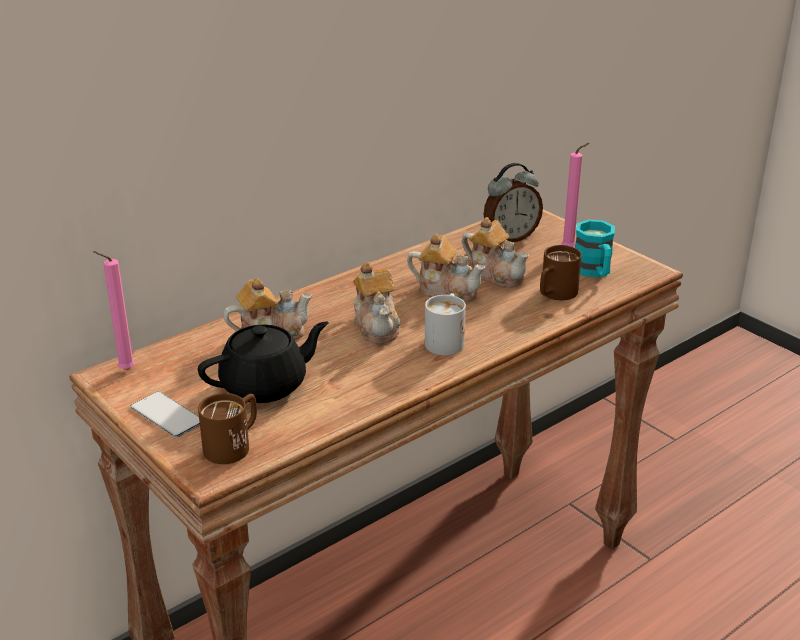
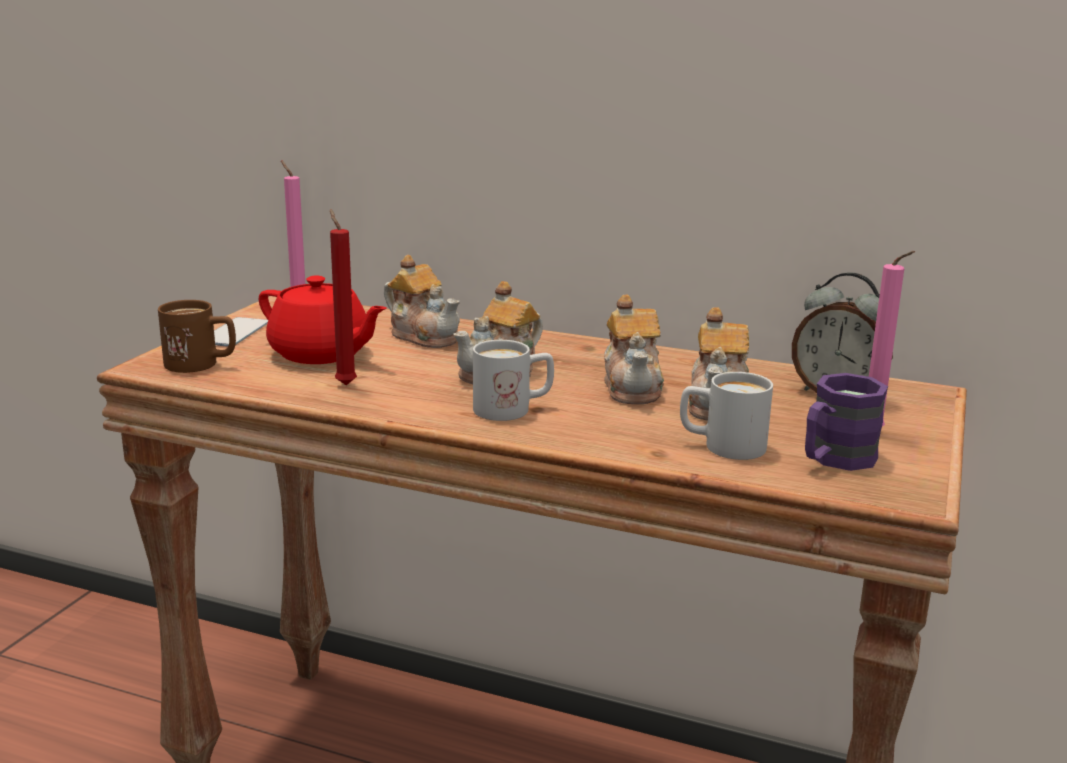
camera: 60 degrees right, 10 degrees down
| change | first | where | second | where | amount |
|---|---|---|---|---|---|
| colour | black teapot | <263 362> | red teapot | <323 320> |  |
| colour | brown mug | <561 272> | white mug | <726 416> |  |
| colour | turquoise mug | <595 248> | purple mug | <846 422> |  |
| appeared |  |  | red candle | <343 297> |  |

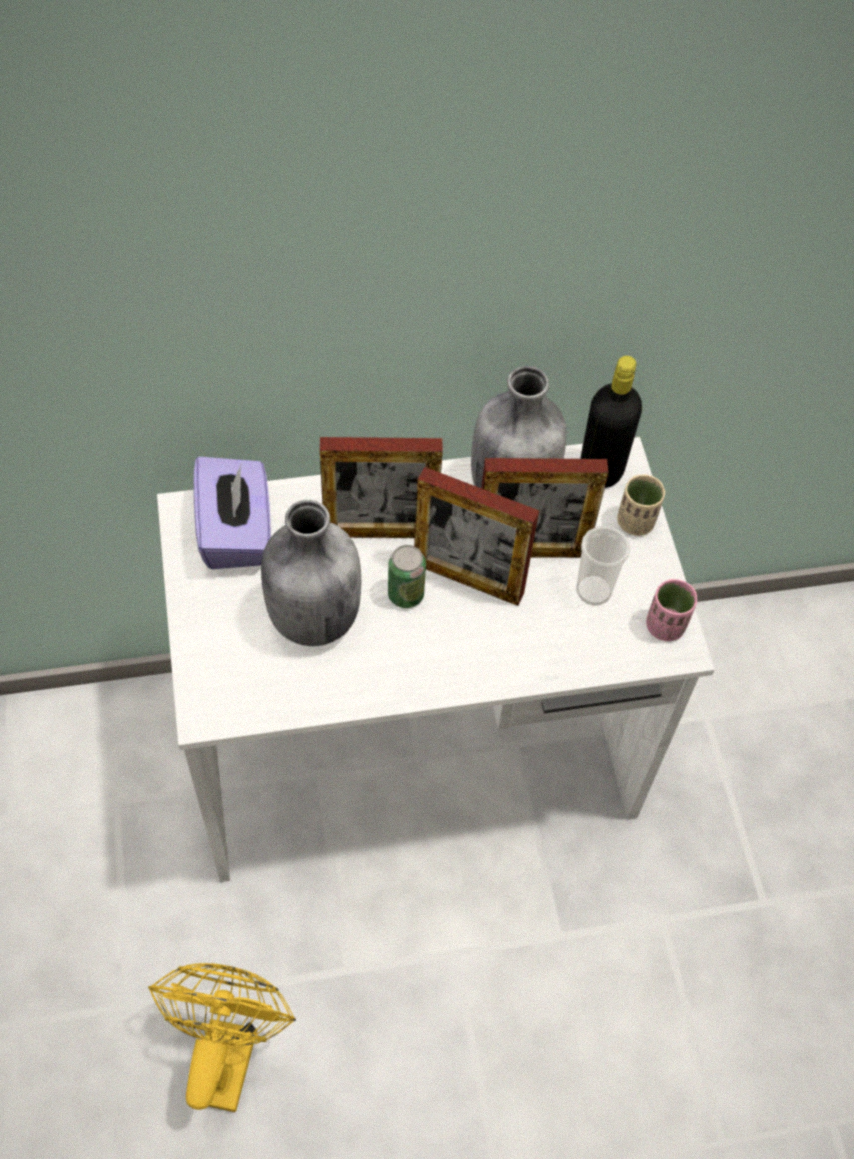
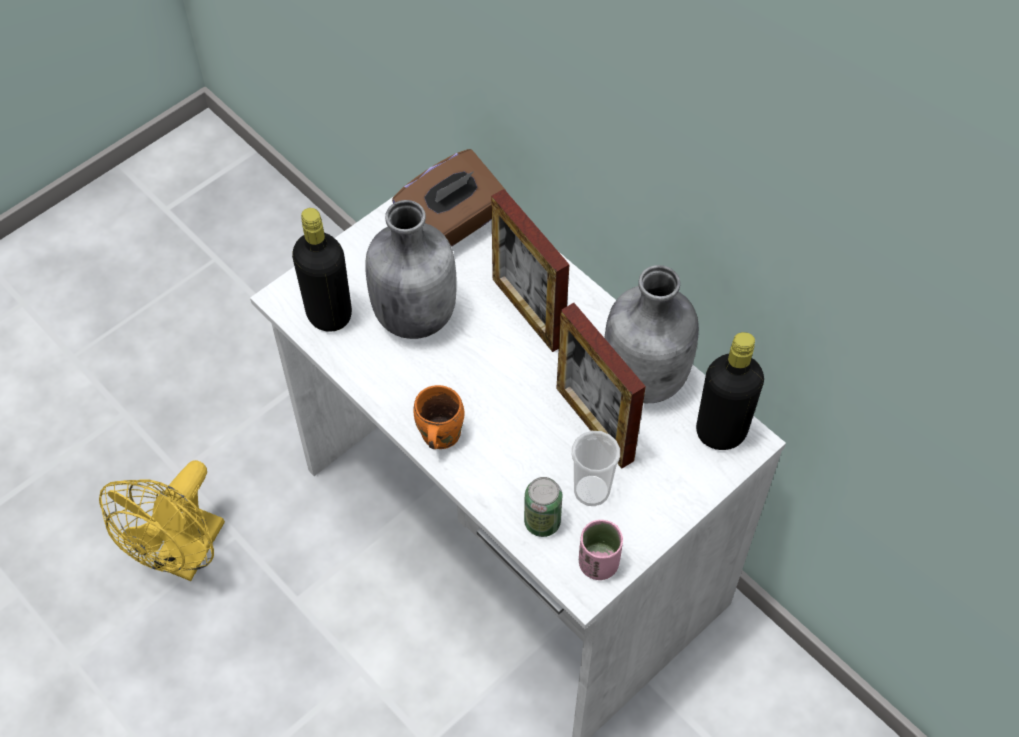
camera: 60 degrees right, 0 degrees up
| change | first | where | second | where | amount |
|---|---|---|---|---|---|
| spun | yellow fan | <222 1037> |  | <162 520> | 135 degrees clockwise |
| colour | purple tissue box | <232 513> | brown tissue box | <449 198> |  |
| relocated | can | <407 576> |  | <543 507> |  |
| missing | picture frame | <476 536> |  |  |  |
| missing | beige cup | <641 505> |  |  |  |
| appeared |  |  | black bottle | <322 270> |  |
| appeared |  |  | orange mug | <438 417> |  |

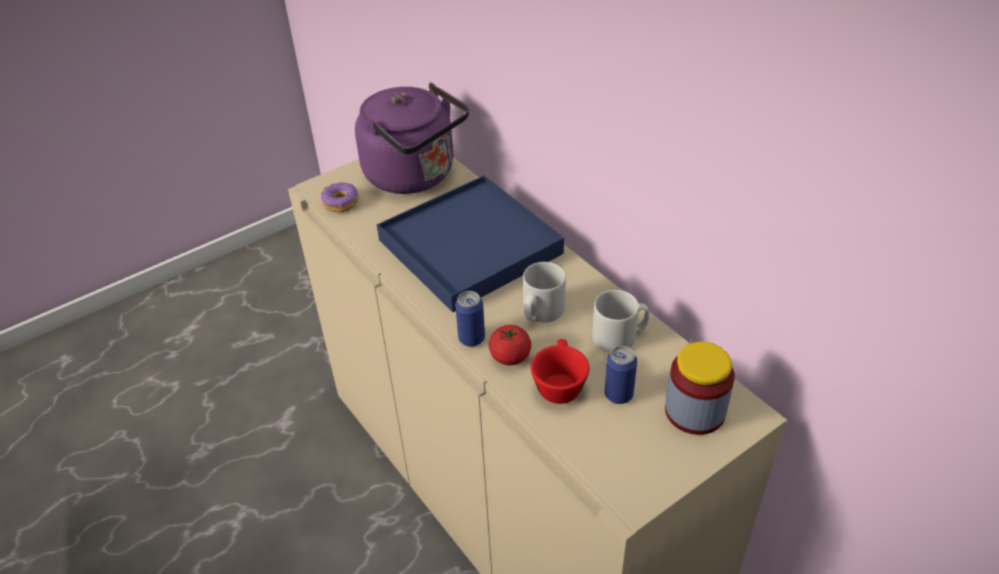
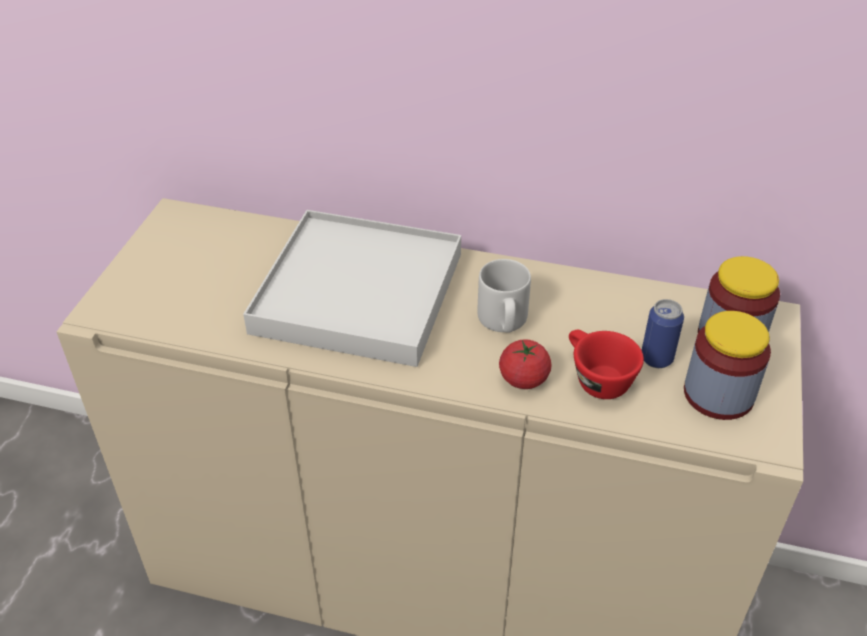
camera: 40 degrees left, 0 degrees up
| change | first | where | second | where | amount |
|---|---|---|---|---|---|
| missing | donut | <340 197> |  |  |  |
| missing | purple kettle | <412 138> |  |  |  |
| colour | blue tray | <470 243> | white tray | <352 288> |  |
| missing | can | <470 319> |  |  |  |
| missing | grey mug | <620 321> |  |  |  |
| appeared |  |  | jar | <727 365> |  |

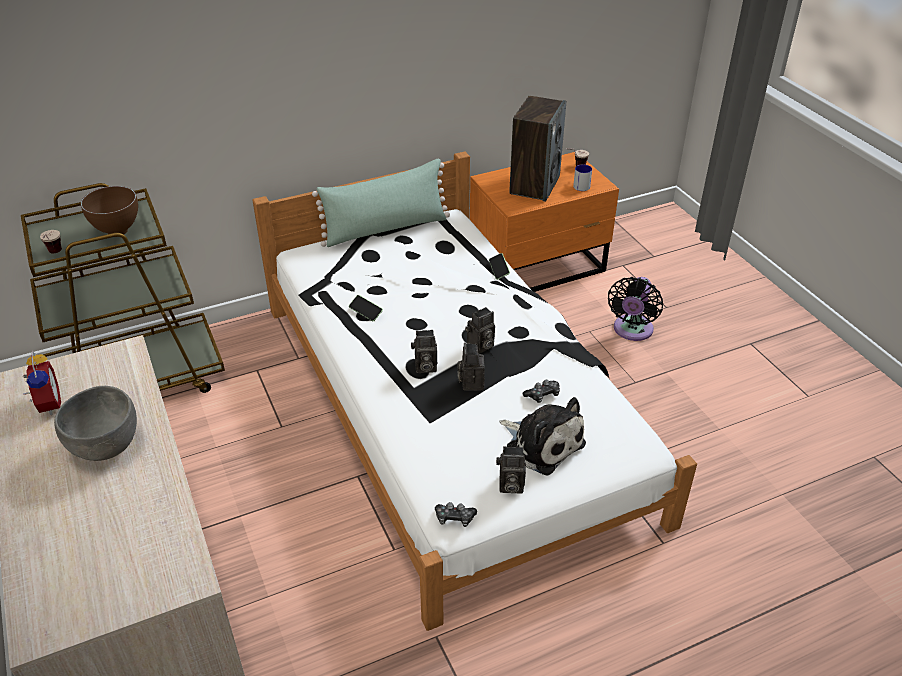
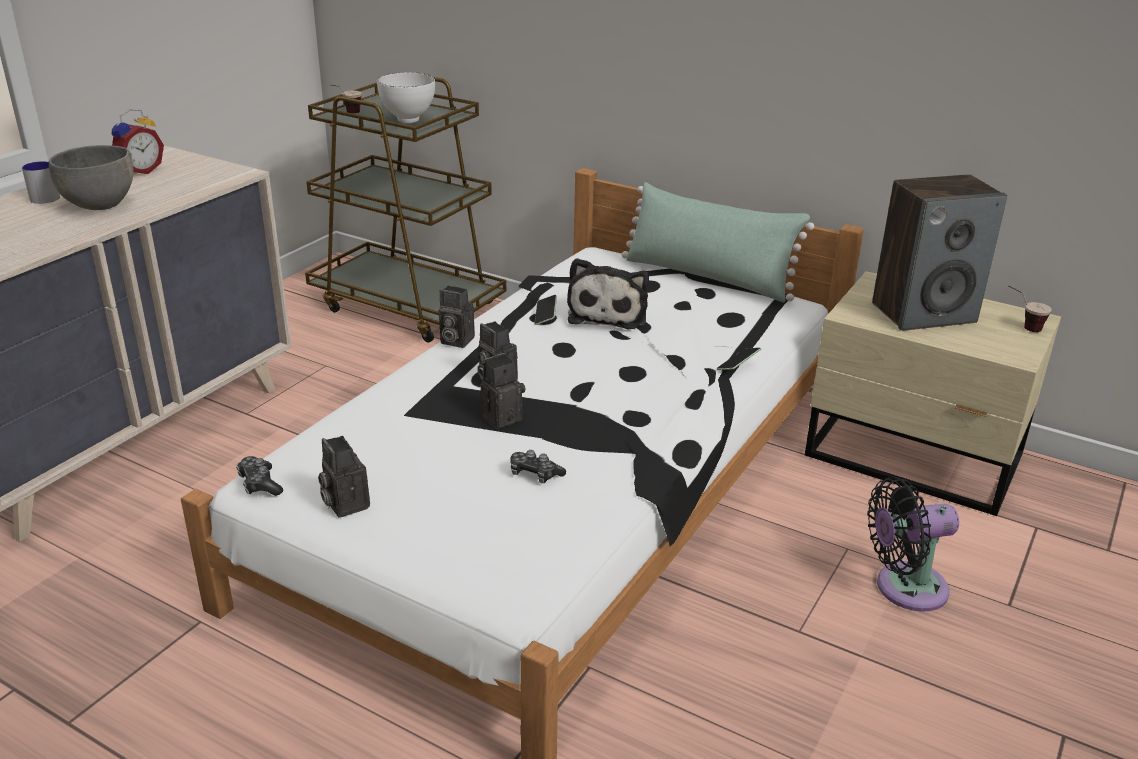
camera: 55 degrees right, 10 degrees down
| change | first | where | second | where | amount |
|---|---|---|---|---|---|
| colour | brown bowl | <109 210> | white bowl | <406 97> |  |
| relocated | photo camera | <480 330> |  | <457 317> |  |
| colour | orange nightstand | <544 222> | beige nightstand | <933 393> |  |
| relocated | plush toy | <542 436> |  | <608 293> |  |
| relocated | mug | <582 177> |  | <41 182> |  |

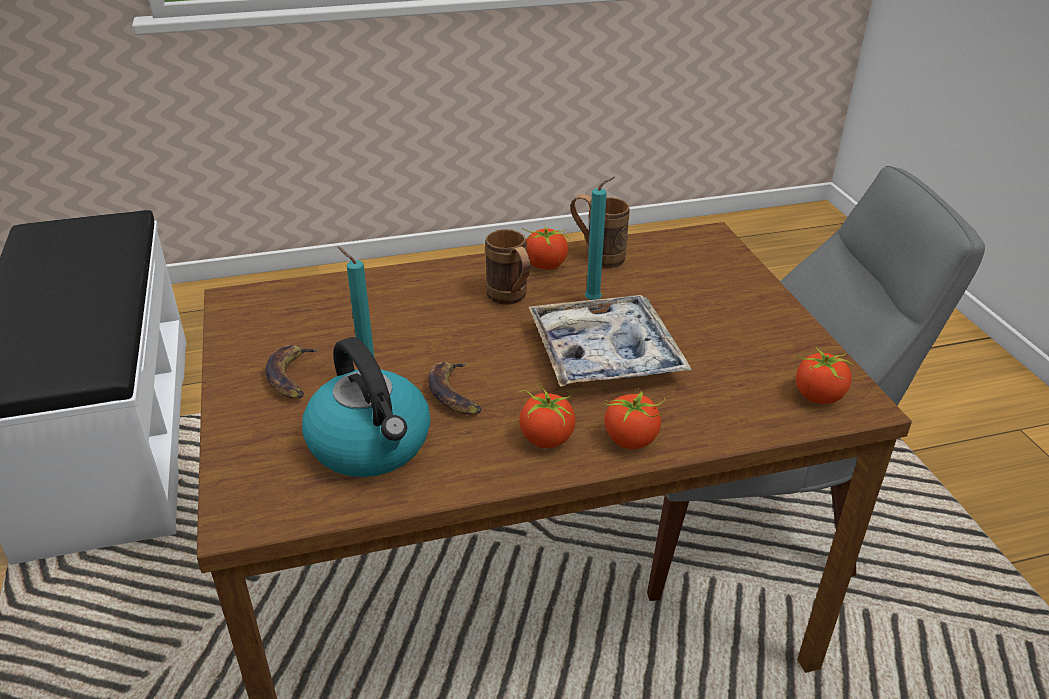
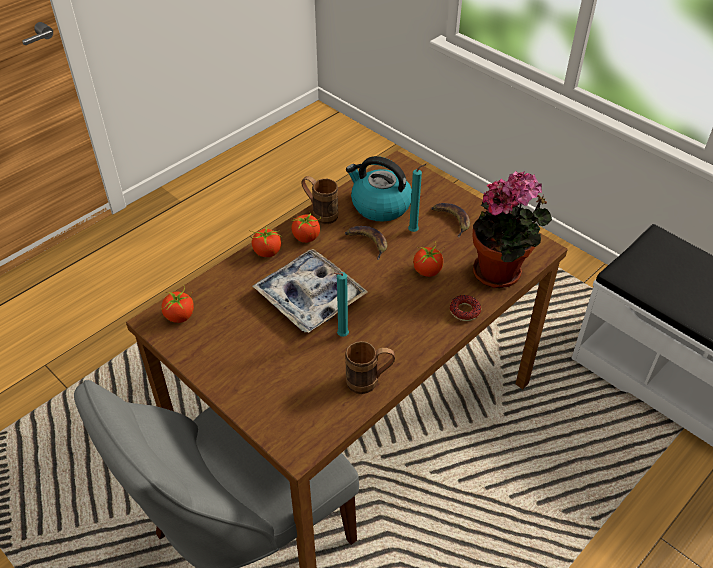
camera: 150 degrees right, 10 degrees up
| change | first | where | second | where | amount |
|---|---|---|---|---|---|
| relocated | brown mug | <507 267> |  | <319 200> |  |
| relocated | tomato | <545 248> |  | <429 259> |  |
| appeared |  |  | donut | <465 308> |  |
| appeared |  |  | potted plant | <512 229> |  |

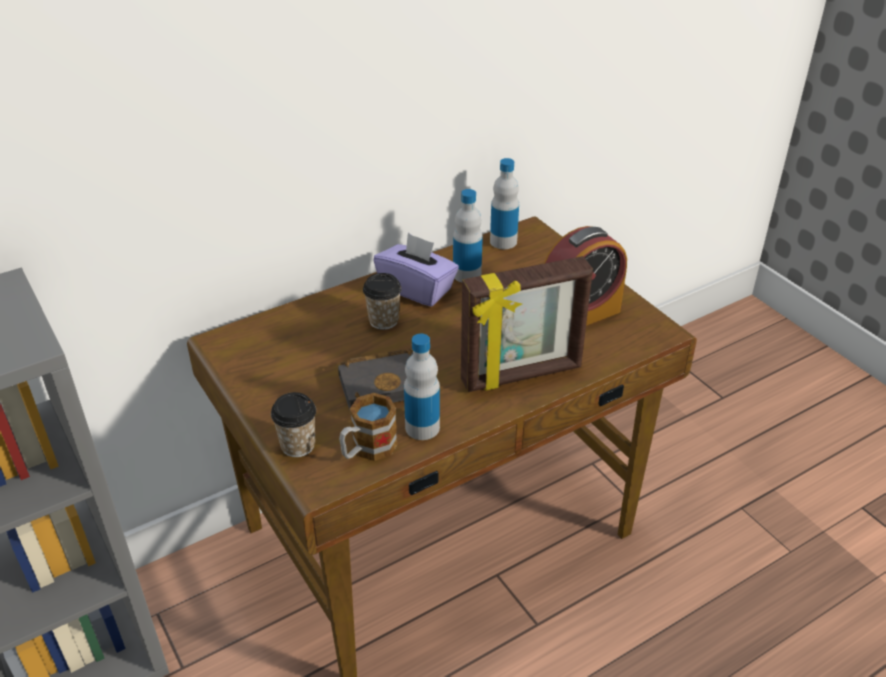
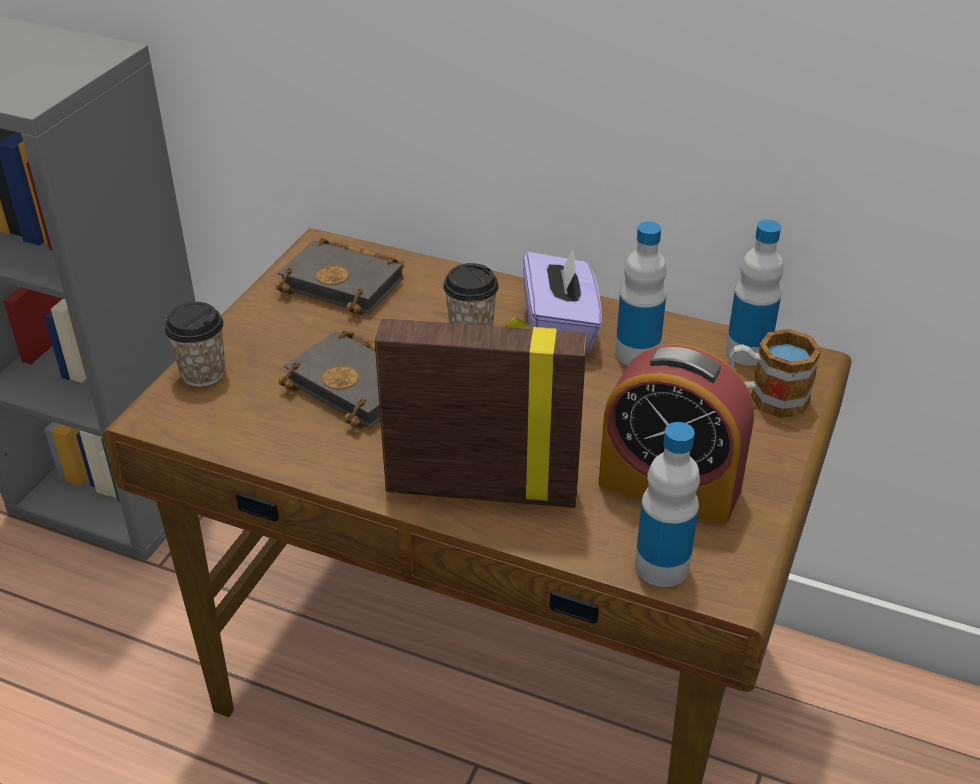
camera: 55 degrees right, 0 degrees up
| change | first | where | second | where | amount |
|---|---|---|---|---|---|
| relocated | mug | <368 427> |  | <775 373> |  |
| relocated | bottle | <422 387> |  | <667 504> |  |
| spun | picture frame | <527 324> |  | <481 412> | 150 degrees clockwise |
| appeared |  |  | black book | <340 277> |  |

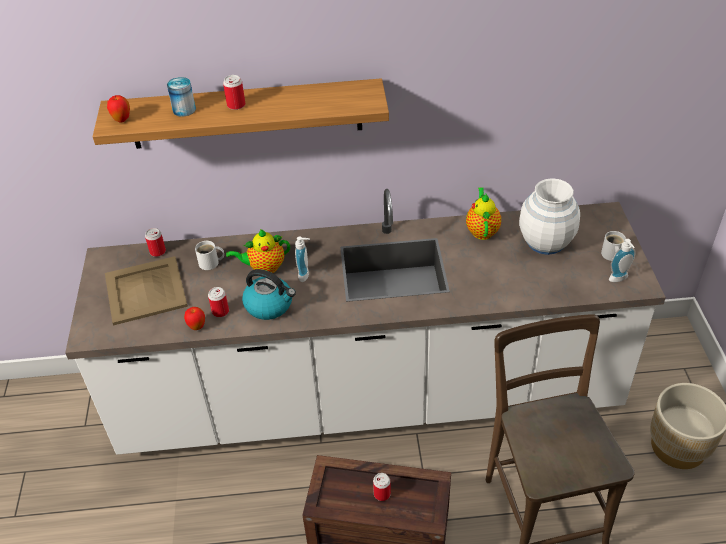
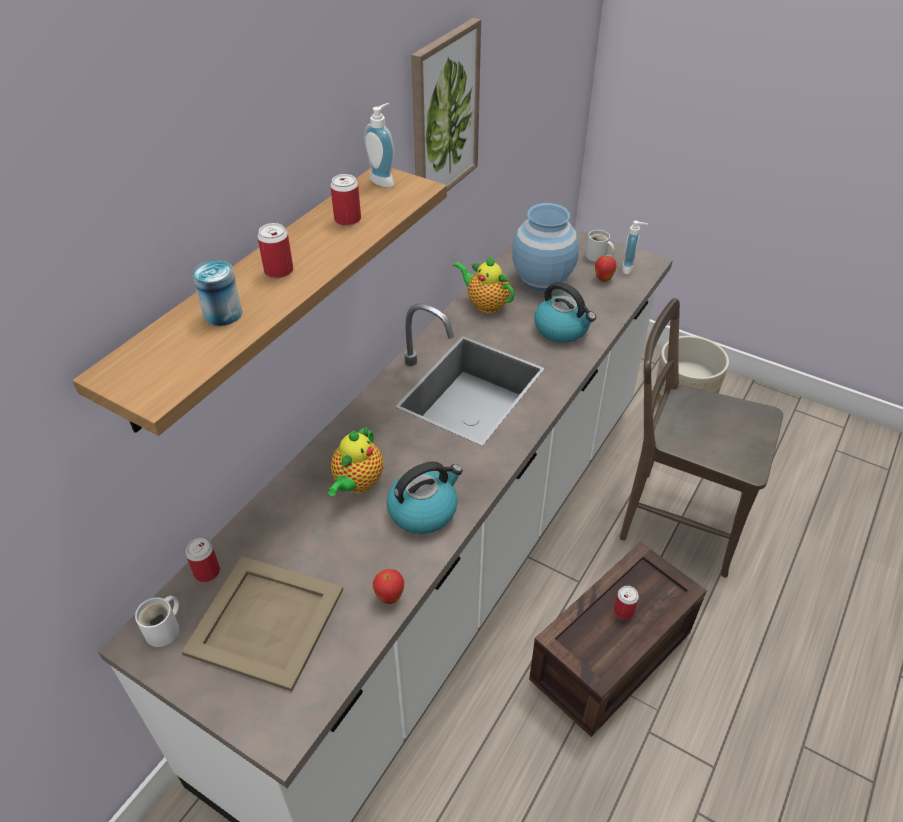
camera: 55 degrees left, 0 degrees up
| change | first | where | second | where | amount |
|---|---|---|---|---|---|
| relocated | apple | <118 109> |  | <606 269> |  |
| relocated | white mug | <209 255> |  | <157 621> |  |
| relocated | can | <218 302> |  | <345 200> |  |
| relocated | soap dispenser | <302 259> |  | <379 145> |  |
| colour | white vase | <549 216> | blue vase | <545 247> |  |
| appeared |  |  | picture | <446 105> |  |
| appeared |  |  | kettle | <565 312> |  |

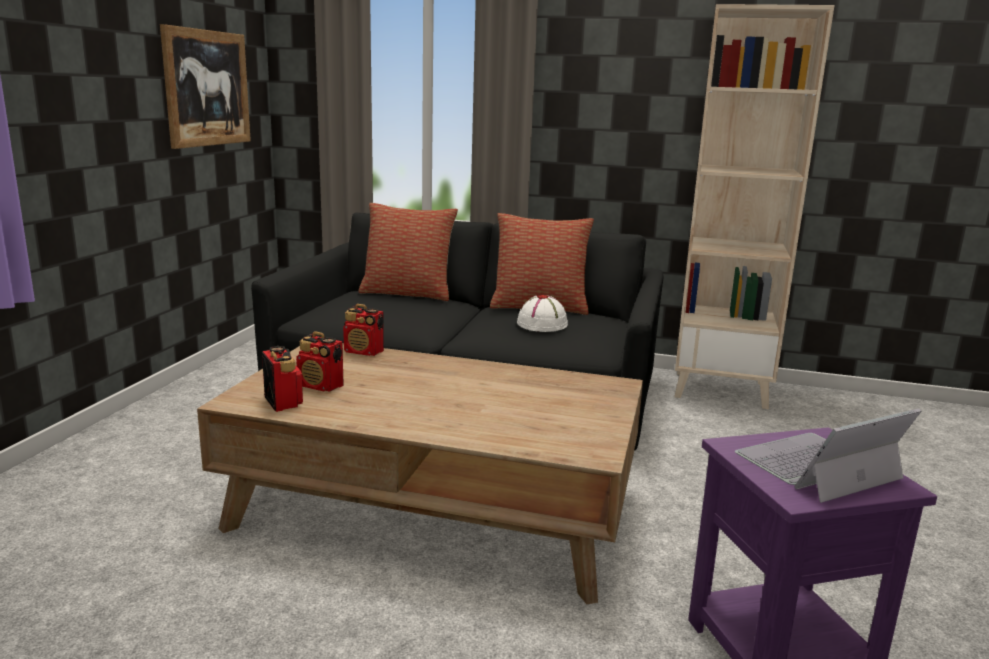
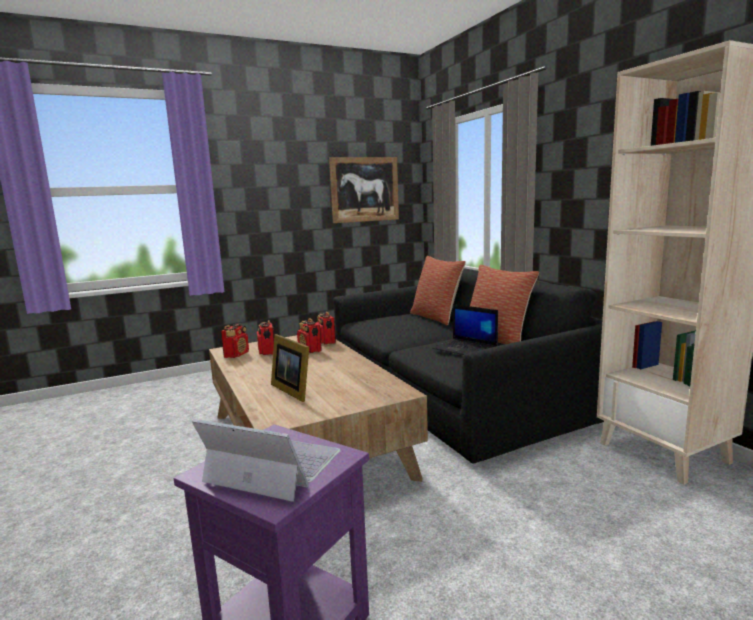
camera: 50 degrees right, 5 degrees down
| change | first | where | second | where | amount |
|---|---|---|---|---|---|
| exchanged | white hat | <542 313> | laptop | <465 329> |  |
| appeared |  |  | picture frame | <290 368> |  |
| appeared |  |  | radio | <309 335> |  |

